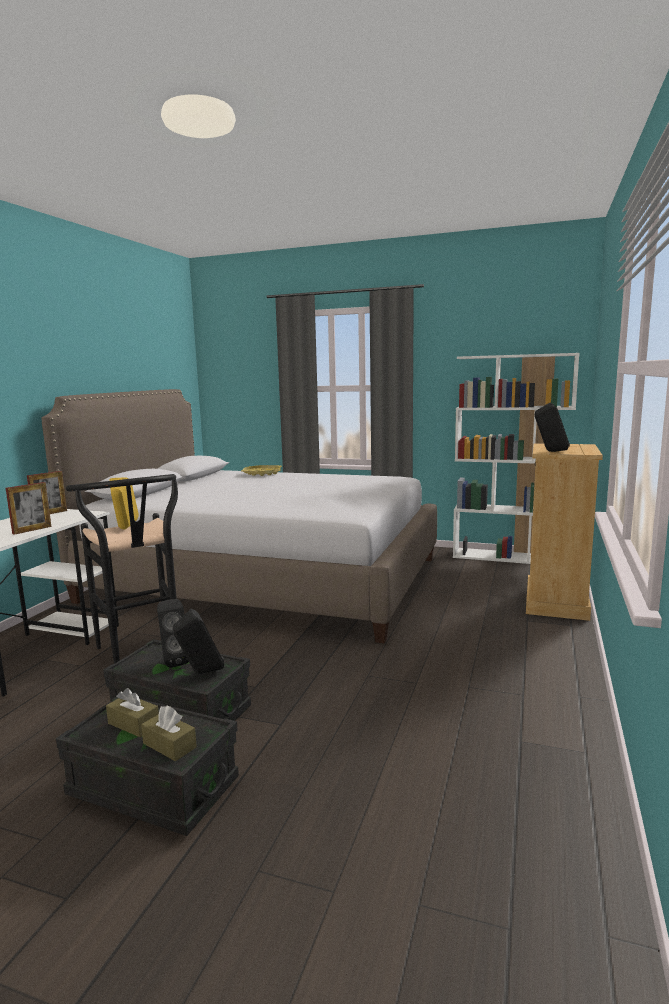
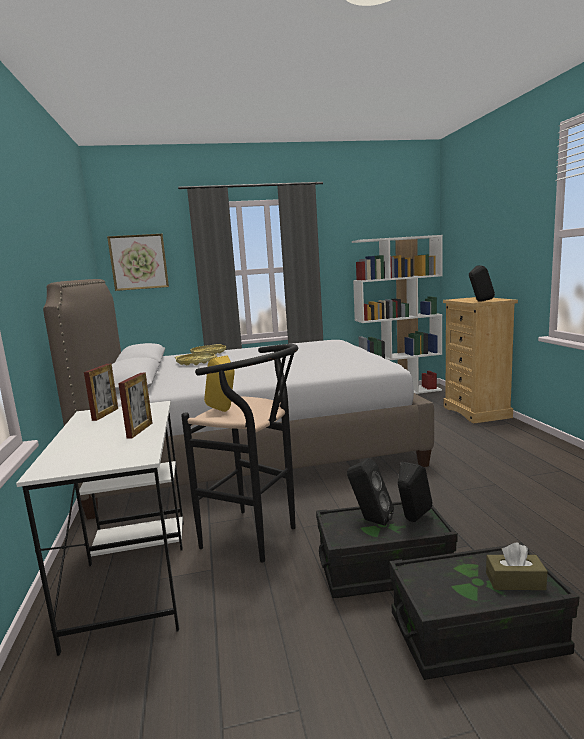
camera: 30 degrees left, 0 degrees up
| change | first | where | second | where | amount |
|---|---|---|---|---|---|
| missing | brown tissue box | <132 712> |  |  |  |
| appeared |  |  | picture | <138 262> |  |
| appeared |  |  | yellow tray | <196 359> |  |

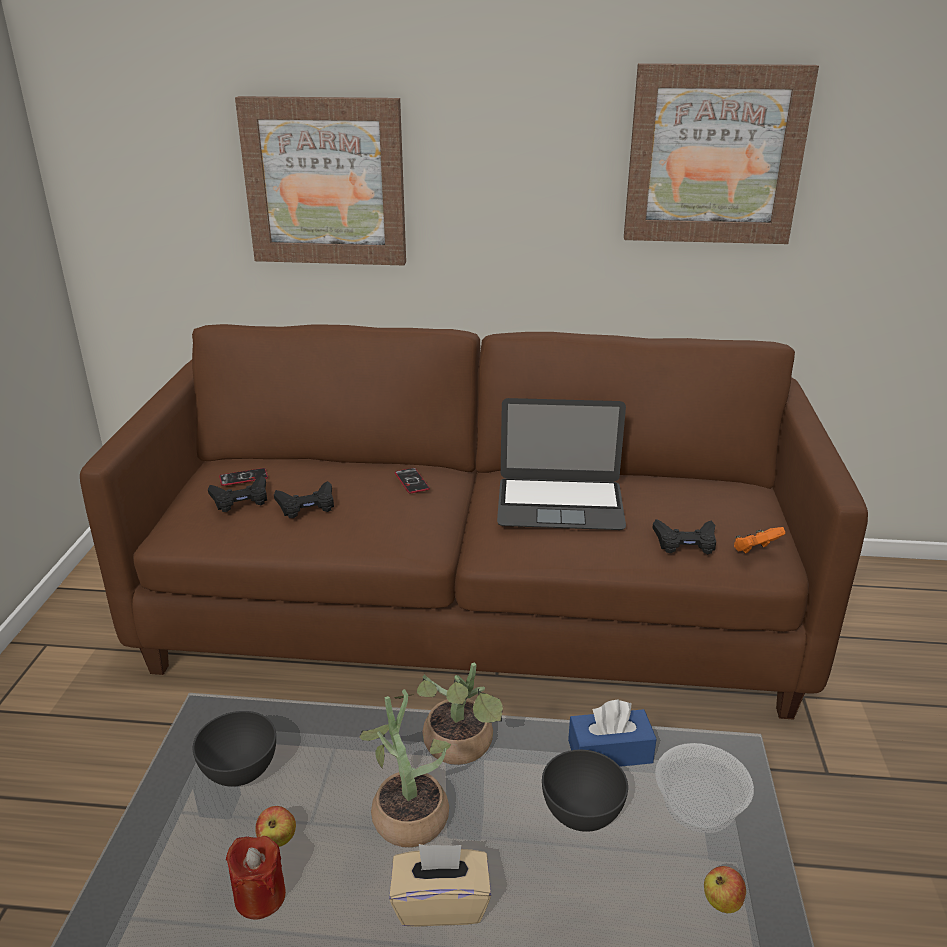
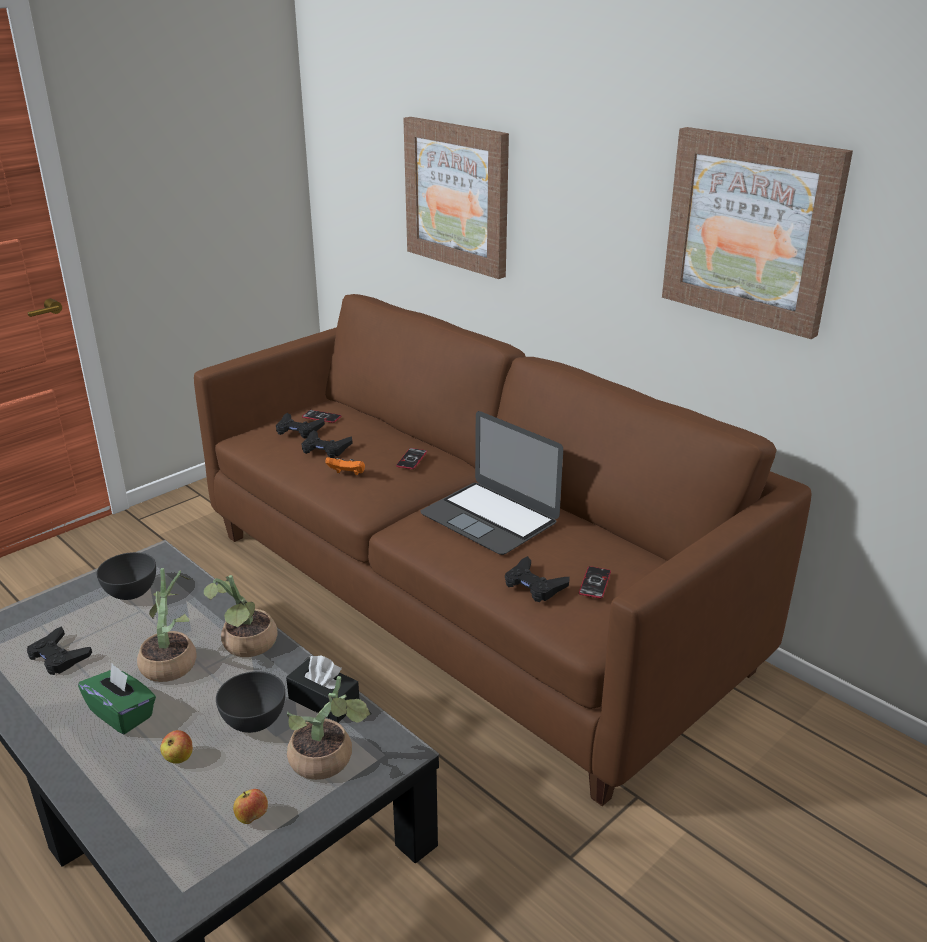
camera: 40 degrees right, 0 degrees up
| change | first | where | second | where | amount |
|---|---|---|---|---|---|
| exchanged | red candle | <256 878> | black game controller | <59 650> |  |
| relocated | apple | <275 826> |  | <176 747> |  |
| colour | beige tissue box | <440 885> | green tissue box | <117 698> |  |
| colour | blue tissue box | <612 733> | black tissue box | <322 689> |  |
| exchanged | bowl | <704 788> | potted plant | <329 728> |  |
| relocated | orange game controller | <759 540> |  | <345 466> |  |
| appeared |  |  | phone | <595 582> |  |

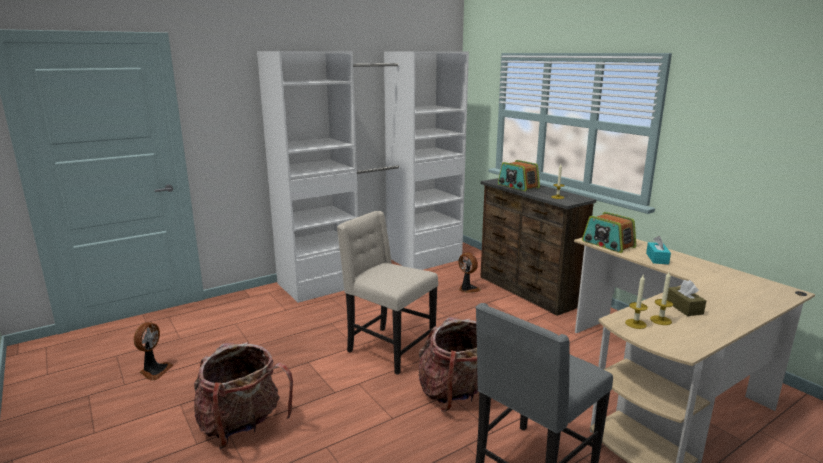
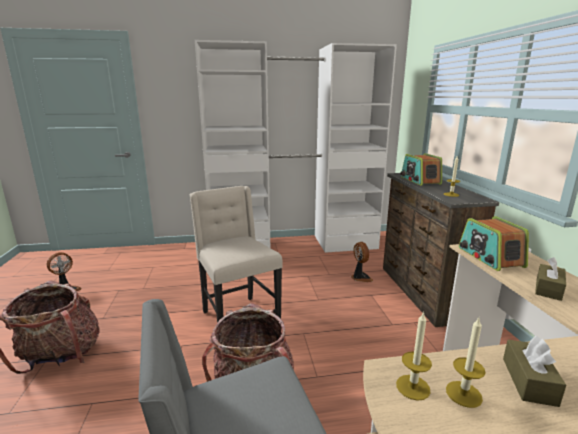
camera: 25 degrees right, 0 degrees up
| change | first | where | second | where | amount |
|---|---|---|---|---|---|
| colour | turquoise tissue box | <658 250> | brown tissue box | <550 279> |  |

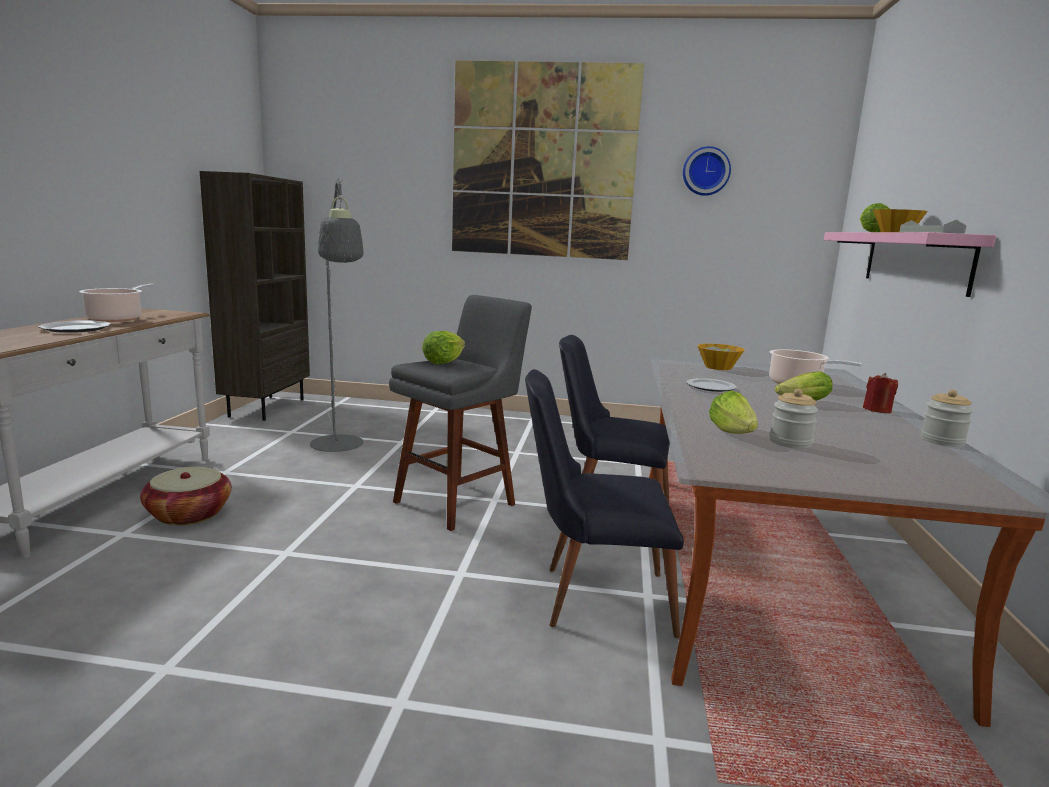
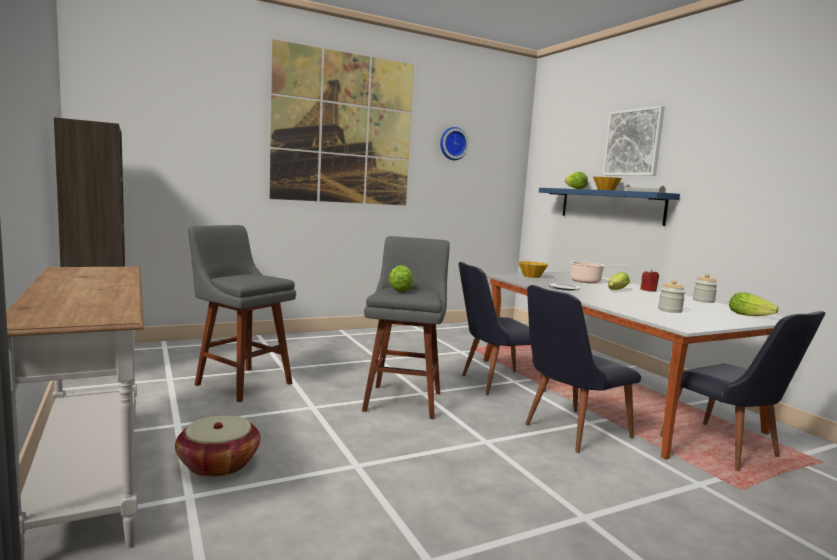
camera: 35 degrees left, 5 degrees down
| change | first | where | second | where | amount |
|---|---|---|---|---|---|
| missing | plate | <74 326> |  |  |  |
| missing | cooking pot | <117 303> |  |  |  |
| exchanged | grey floor lamp | <337 315> | grey stool | <242 313> |  |
| relocated | lettuce | <733 412> |  | <754 304> |  |
| colour | pink shelf | <910 264> | blue shelf | <609 207> |  |
| appeared |  |  | picture | <633 141> |  |
| appeared |  |  | black chair | <742 391> |  |

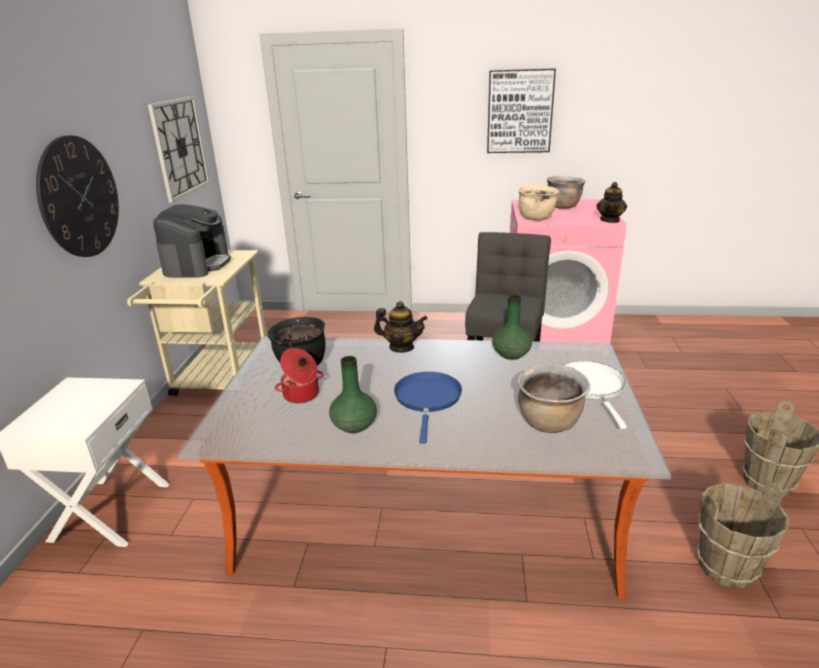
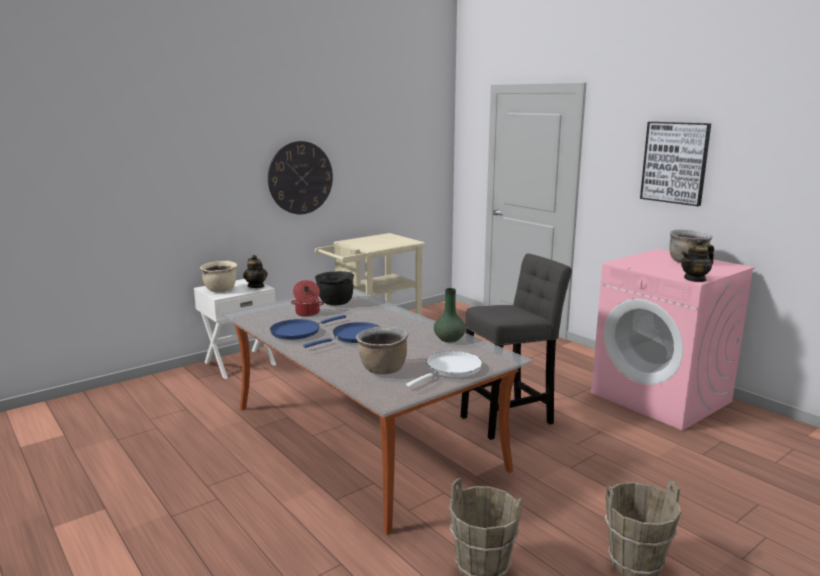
camera: 45 degrees right, 10 degrees down
| change | first | where | second | where | amount |
|---|---|---|---|---|---|
| missing | wall clock | <179 150> |  |  |  |
| missing | coffee machine | <192 241> |  |  |  |
| exchanged | green vase | <353 394> | blue frying pan | <308 327> |  |
| relocated | teapot | <401 326> |  | <255 271> |  |
| relocated | beige cooking pot | <538 202> |  | <218 276> |  |

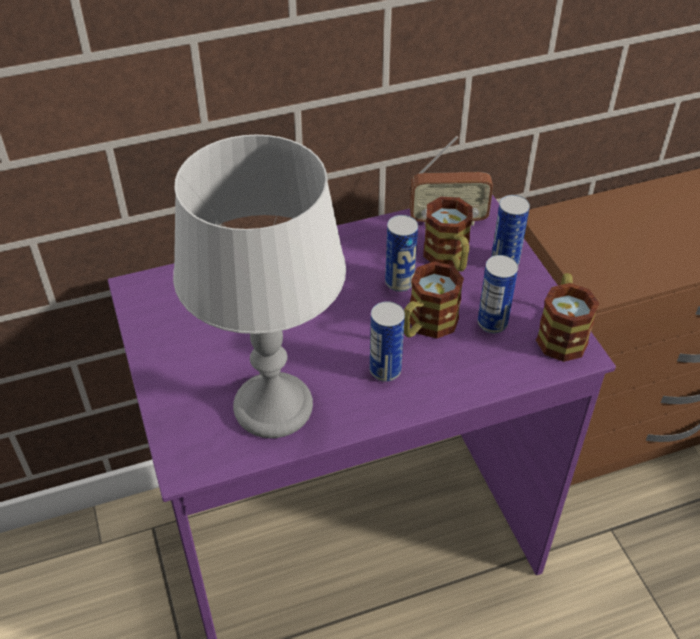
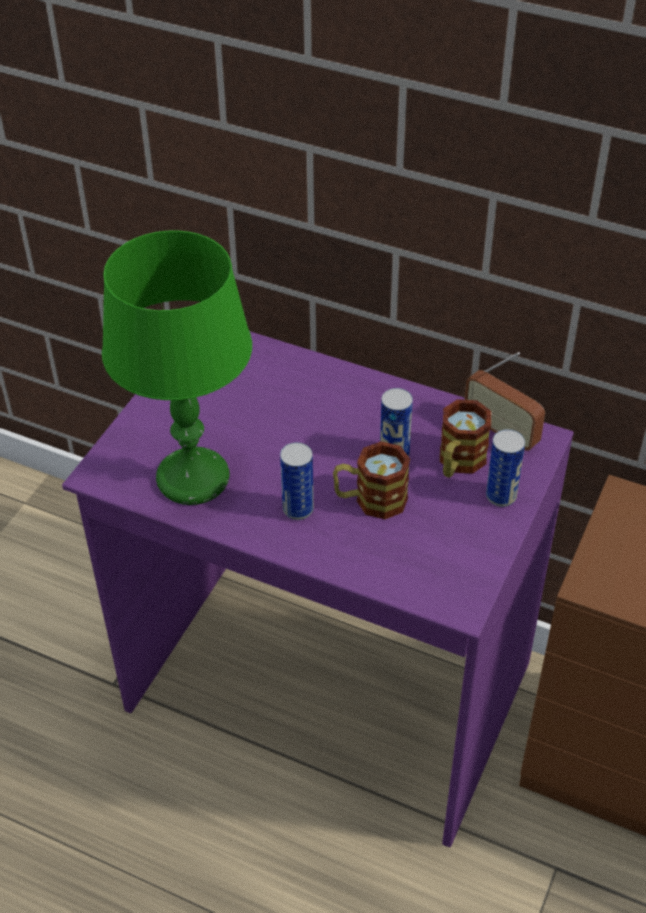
camera: 45 degrees right, 0 degrees up
| change | first | where | second | where | amount |
|---|---|---|---|---|---|
| colour | grey table lamp | <259 286> | green table lamp | <177 367> |  |
| missing | can | <498 294> |  |  |  |
| missing | mug | <567 317> |  |  |  |

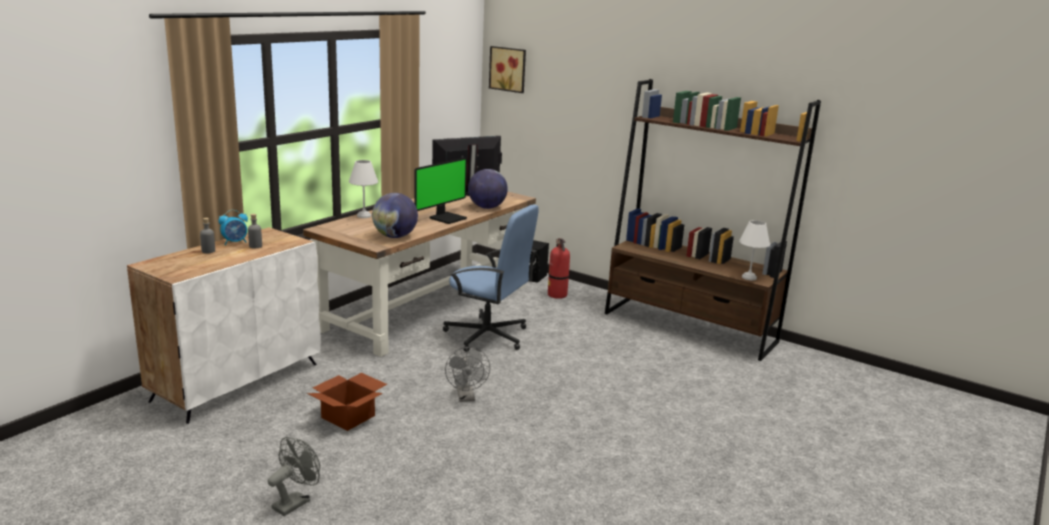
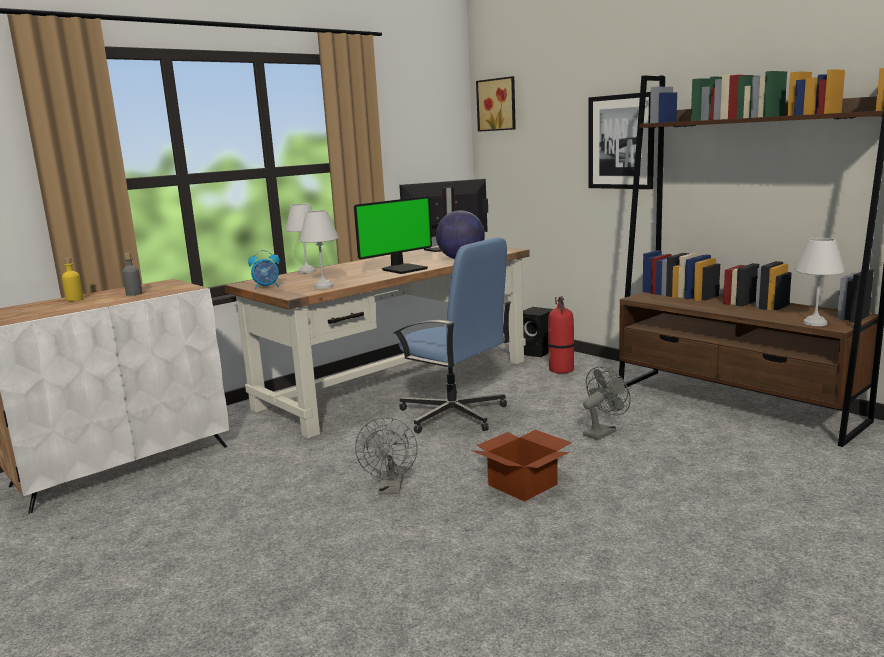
camera: 15 degrees right, 5 degrees down
| change | first | where | second | where | amount |
|---|---|---|---|---|---|
| colour | grey bottle | <207 235> | yellow bottle | <72 279> |  |
| relocated | alarm clock | <233 227> |  | <264 269> |  |
| relocated | grey fan | <293 476> |  | <607 403> |  |
| relocated | cardboard box | <347 402> |  | <521 466> |  |
| exchanged | globe | <395 215> | white table lamp | <319 249> |  |
| appeared |  |  | picture | <621 140> |  |

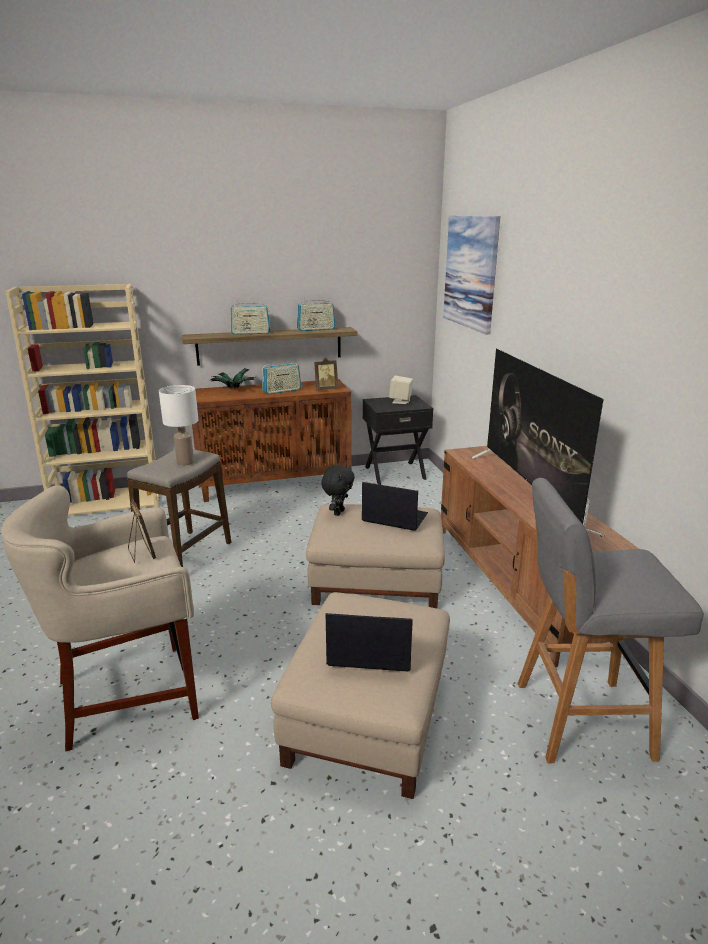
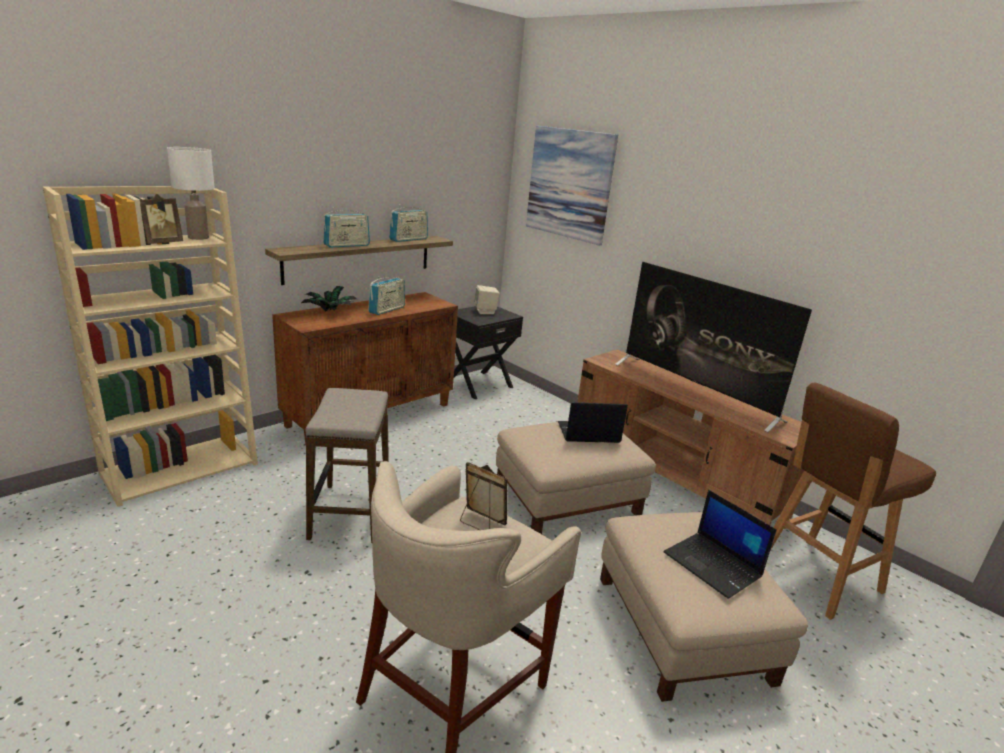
camera: 30 degrees left, 0 degrees up
| change | first | where | second | where | amount |
|---|---|---|---|---|---|
| relocated | white table lamp | <178 425> |  | <191 193> |  |
| relocated | picture frame | <326 374> |  | <161 219> |  |
| missing | black plush toy | <338 490> |  |  |  |
| spun | laptop | <369 642> |  | <720 544> | 105 degrees counterclockwise |
| colour | grey stool | <611 620> | brown stool | <853 501> |  |

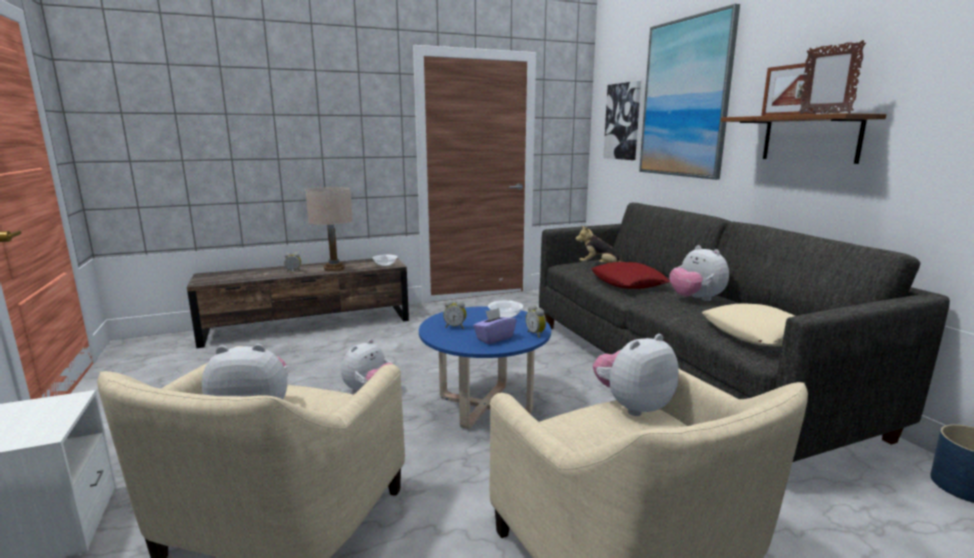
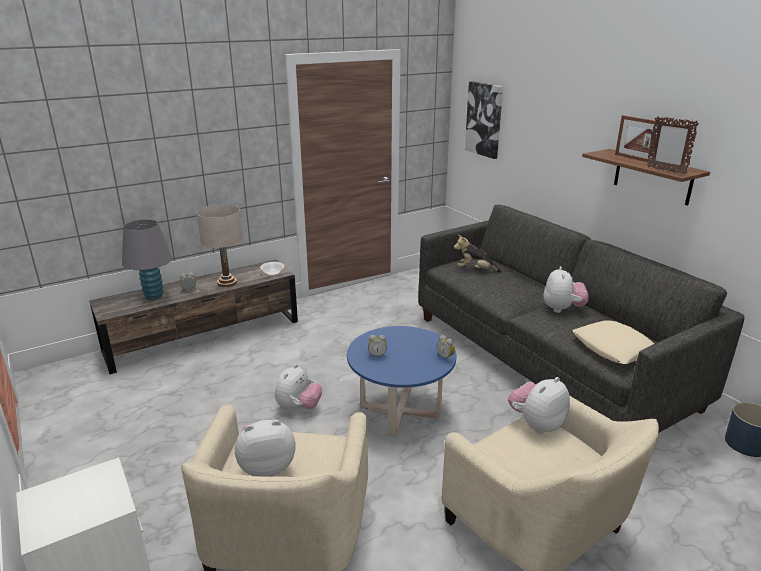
camera: 10 degrees left, 10 degrees up
| change | first | where | second | where | amount |
|---|---|---|---|---|---|
| missing | purple tissue box | <495 326> |  |  |  |
| missing | bowl | <505 309> |  |  |  |
| missing | red pillow | <630 275> |  |  |  |
| missing | picture | <689 92> |  |  |  |
| spun | plush toy | <699 273> |  | <566 289> | 135 degrees counterclockwise |
| appeared |  |  | grey table lamp | <147 259> |  |

